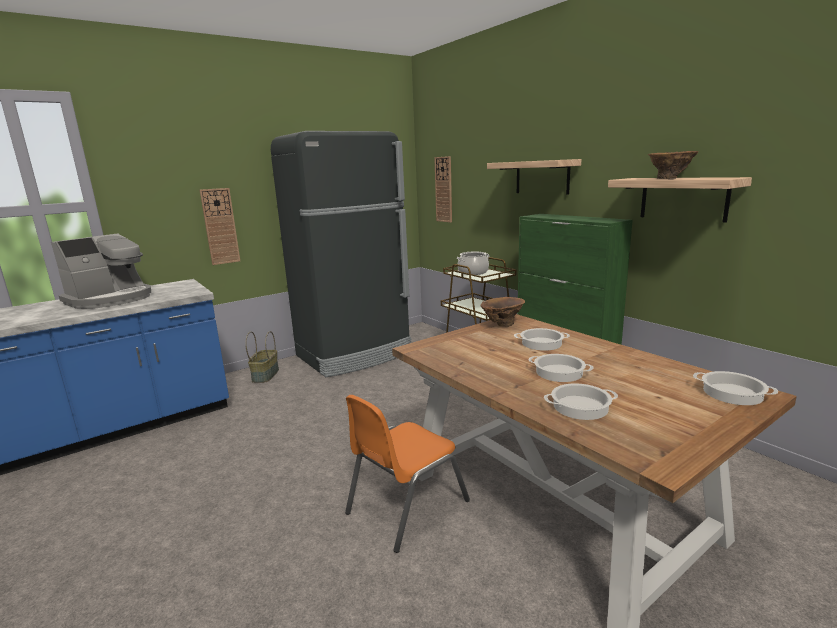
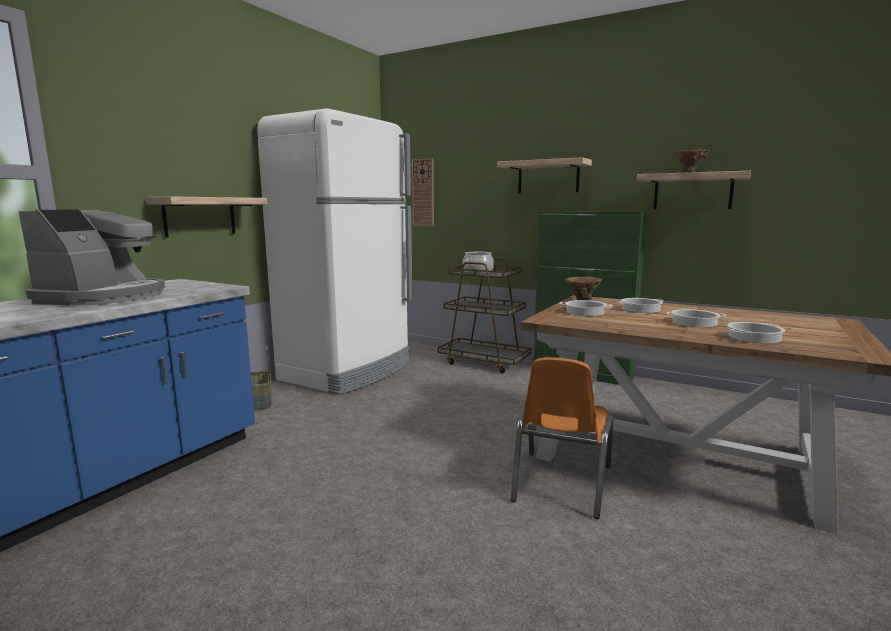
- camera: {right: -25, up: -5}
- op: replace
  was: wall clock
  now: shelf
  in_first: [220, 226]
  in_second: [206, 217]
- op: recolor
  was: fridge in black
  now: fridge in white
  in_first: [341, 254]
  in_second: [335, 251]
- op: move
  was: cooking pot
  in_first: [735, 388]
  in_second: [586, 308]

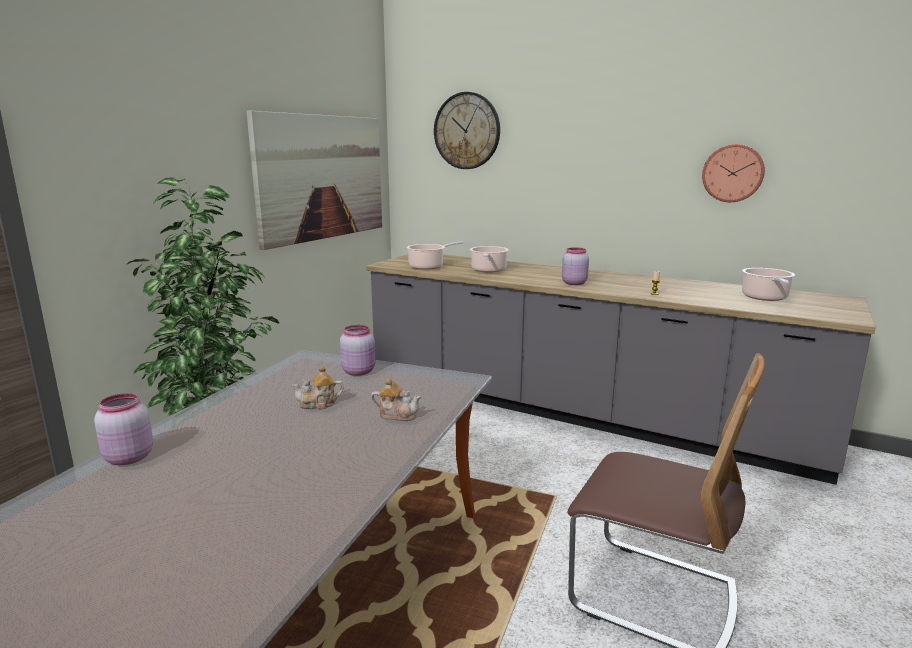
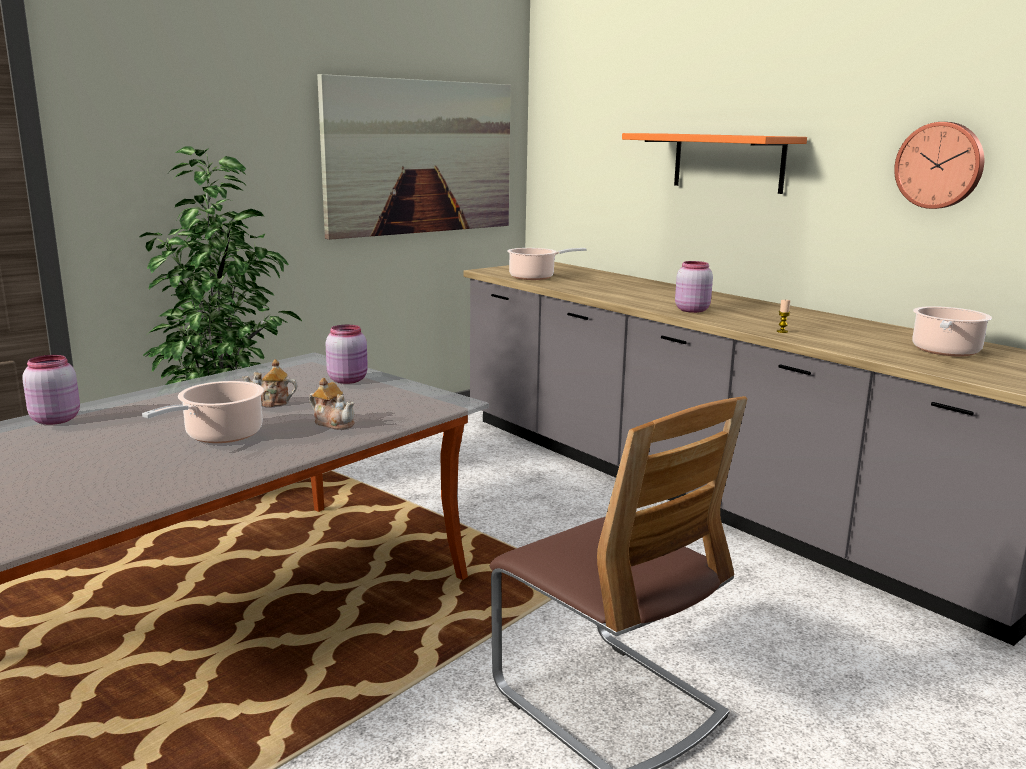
- camera: {right: 20, up: 0}
- op: move
  was: cooking pot
  in_first: [489, 259]
  in_second: [203, 412]
- op: insert
  now: shelf in orange
  in_second: [714, 163]
- op: delete
  was: wall clock
  in_first: [467, 130]

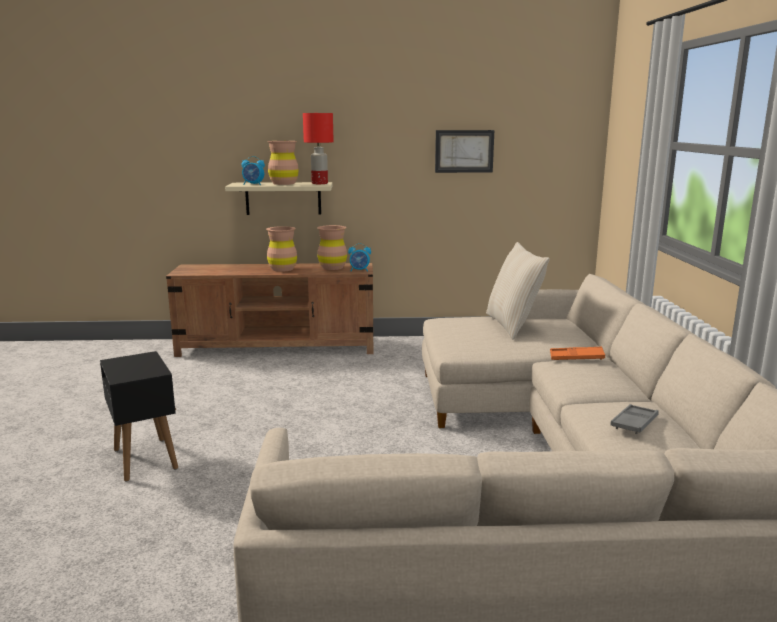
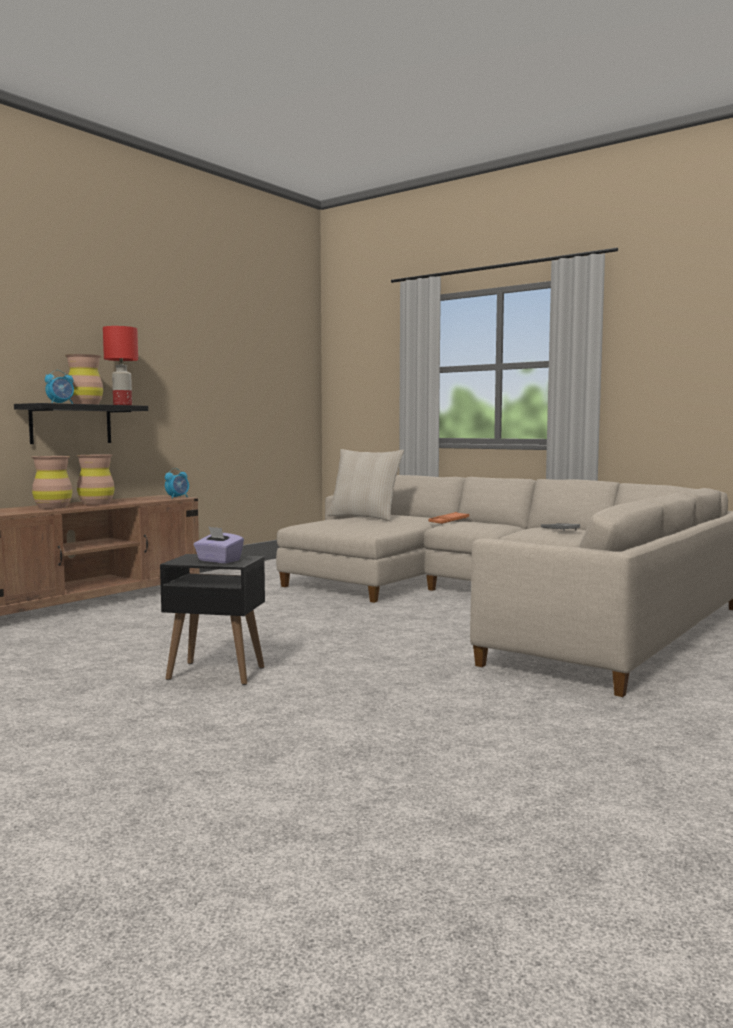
- camera: {right: -50, up: -10}
- op: recolor
  was: shelf in beige
  now: shelf in black
  in_first: [279, 198]
  in_second: [81, 423]
- op: move
  was: vase in brown
  in_first: [332, 247]
  in_second: [52, 482]
- op: insert
  now: tissue box in purple
  in_second: [219, 544]
- op: delete
  was: picture
  in_first: [464, 151]

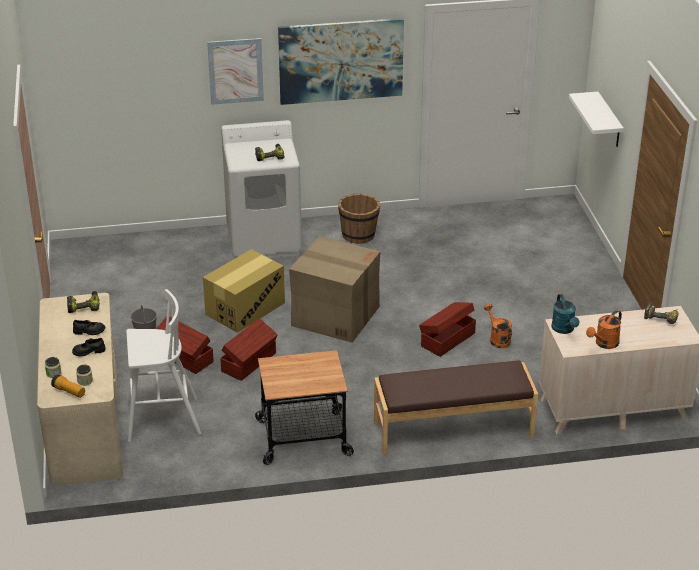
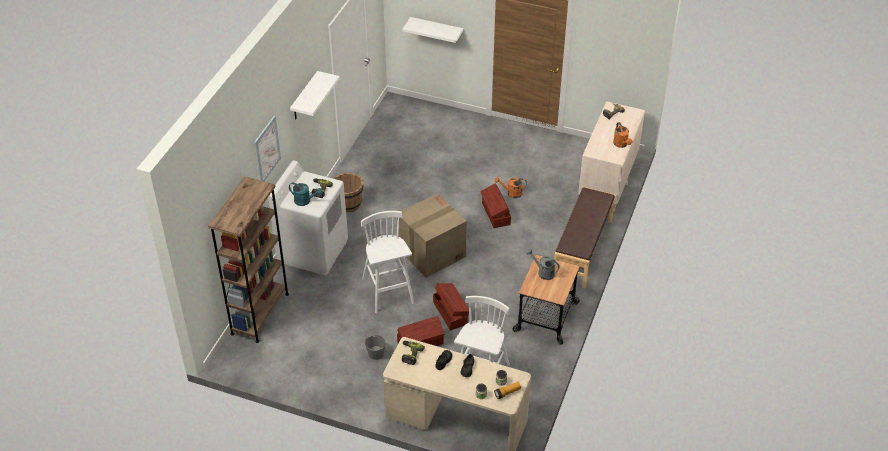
- camera: {right: -60, up: 10}
- op: insert
  now: bookcase in brown
  in_second: [248, 260]
- op: move
  was: watering can in turquoise
  in_first: [565, 314]
  in_second: [306, 194]
- op: replace
  was: picture
  now: shelf in white
  in_first: [341, 61]
  in_second: [315, 95]
- op: replace
  was: cardboard box
  now: stool in white
  in_first: [244, 291]
  in_second: [387, 262]
- op: insert
  now: watering can in grey
  in_second: [542, 264]

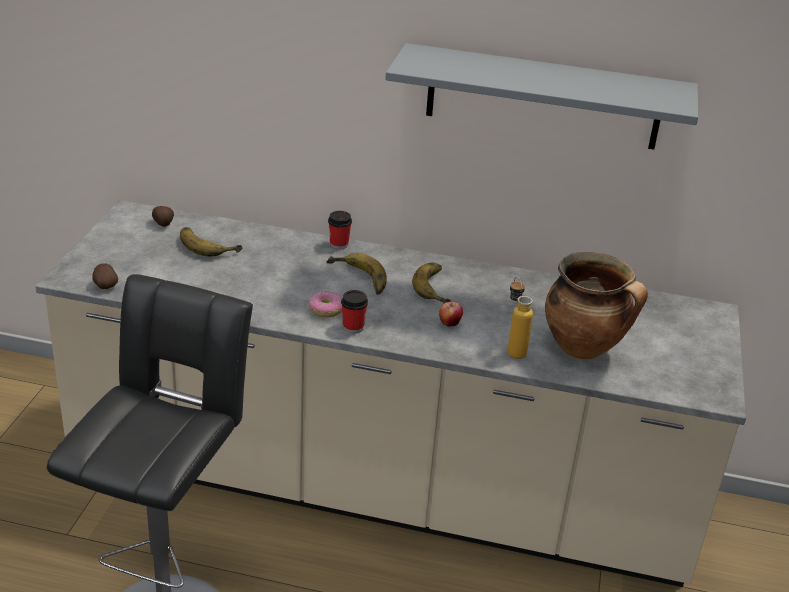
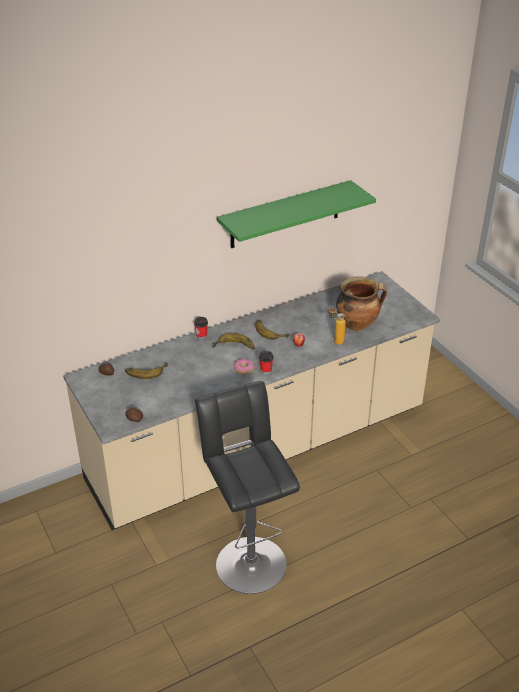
- camera: {right: -40, up: 5}
- op: recolor
  was: shelf in grey
  now: shelf in green
  in_first: [541, 96]
  in_second: [296, 214]

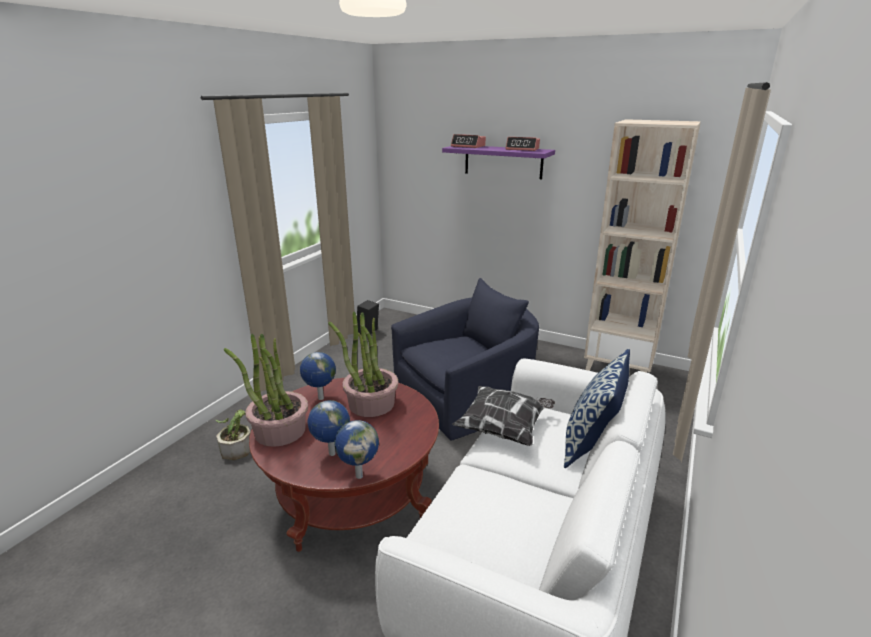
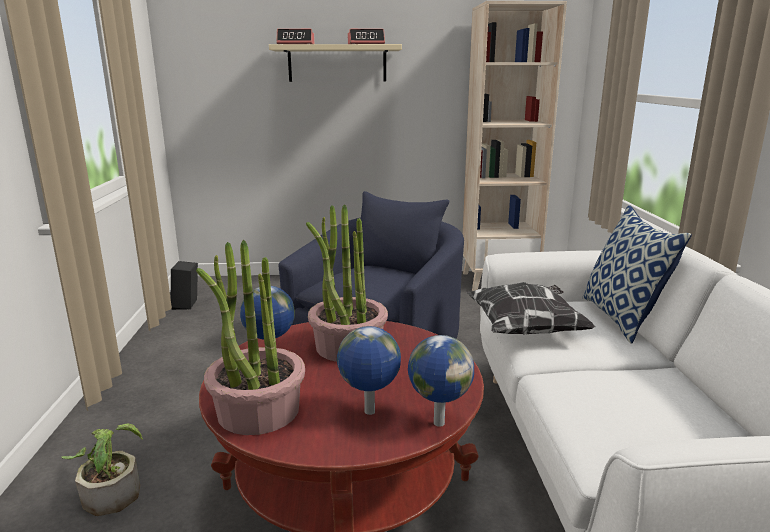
- camera: {right: -30, up: -5}
- op: recolor
  was: shelf in purple
  now: shelf in beige
  in_first: [498, 162]
  in_second: [335, 63]

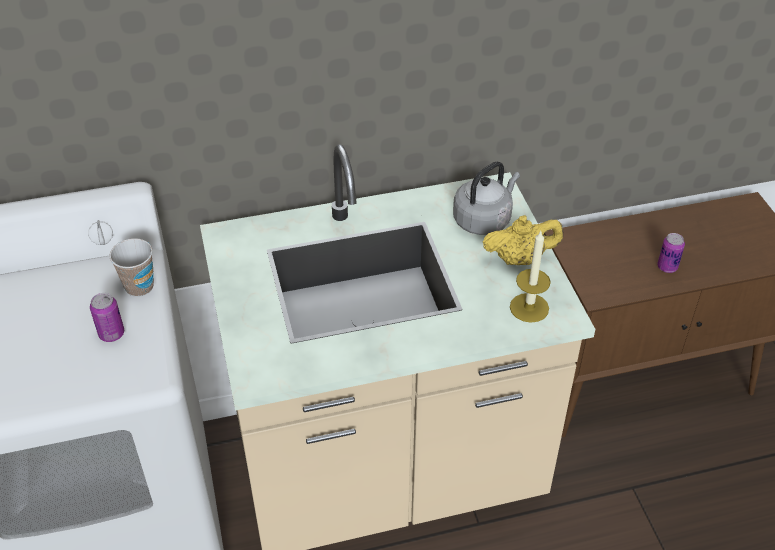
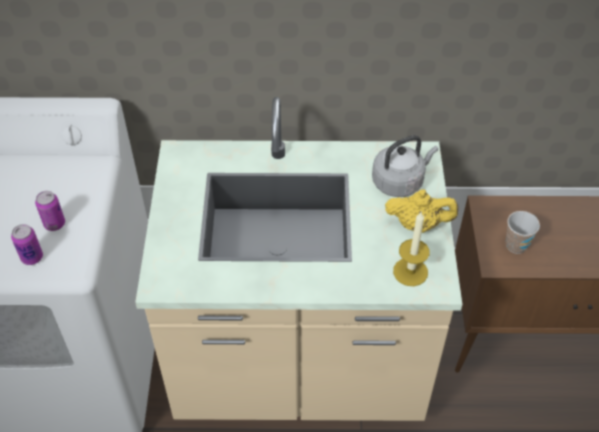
- camera: {right: 15, up: 5}
- op: move
  was: can
  in_first: [671, 253]
  in_second: [27, 244]
- op: move
  was: cup
  in_first: [131, 267]
  in_second: [523, 232]

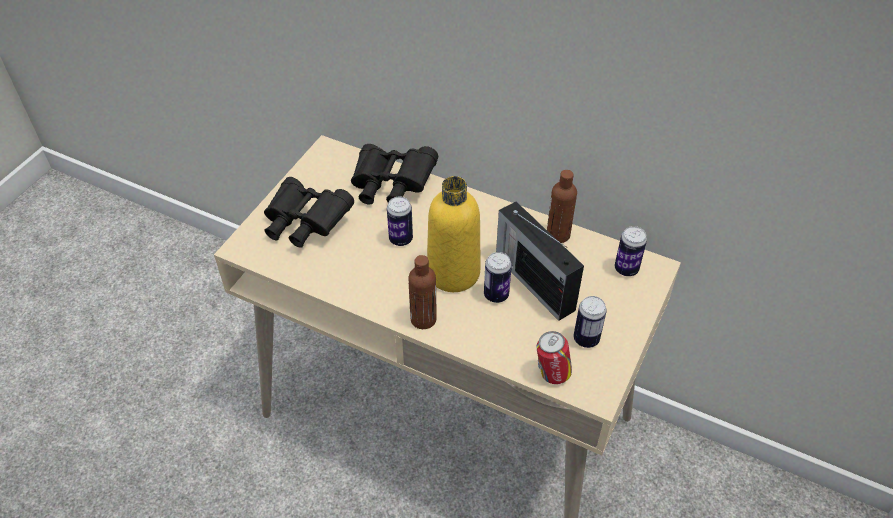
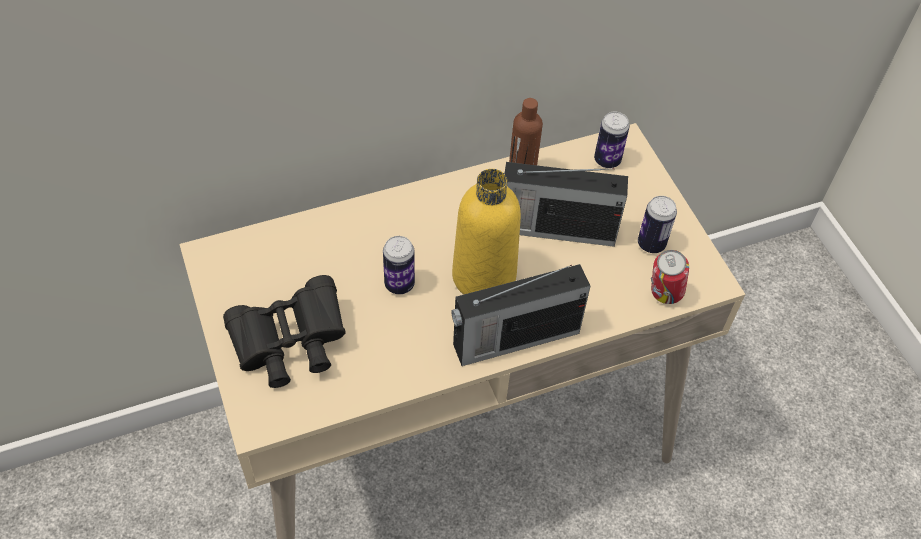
- camera: {right: -50, up: 5}
- op: replace
  was: bottle in brown
  now: radio
  in_first: [422, 292]
  in_second: [520, 315]
- op: delete
  was: binoculars in black
  in_first: [394, 174]
- op: delete
  was: can
  in_first: [498, 277]

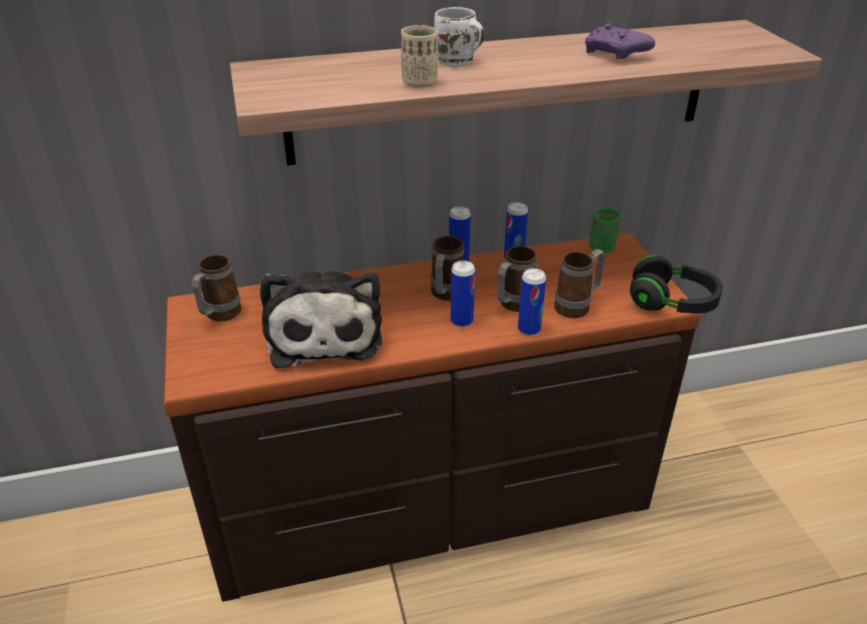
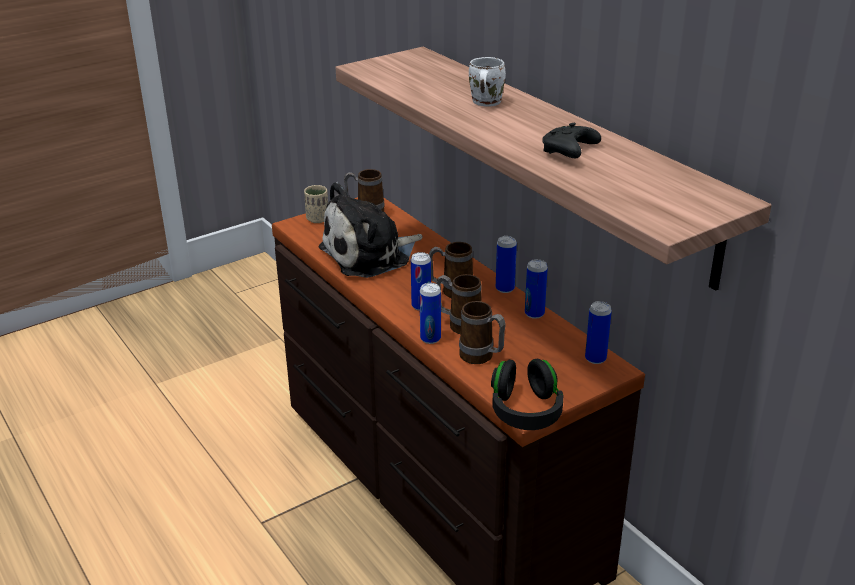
- camera: {right: 70, up: -5}
- op: move
  was: cup in beige
  in_first: [419, 56]
  in_second: [316, 204]
- op: recolor
  was: game controller in purple
  now: game controller in black
  in_first: [620, 41]
  in_second: [571, 140]
- op: replace
  was: cup in green
  now: can
  in_first: [605, 230]
  in_second: [598, 332]

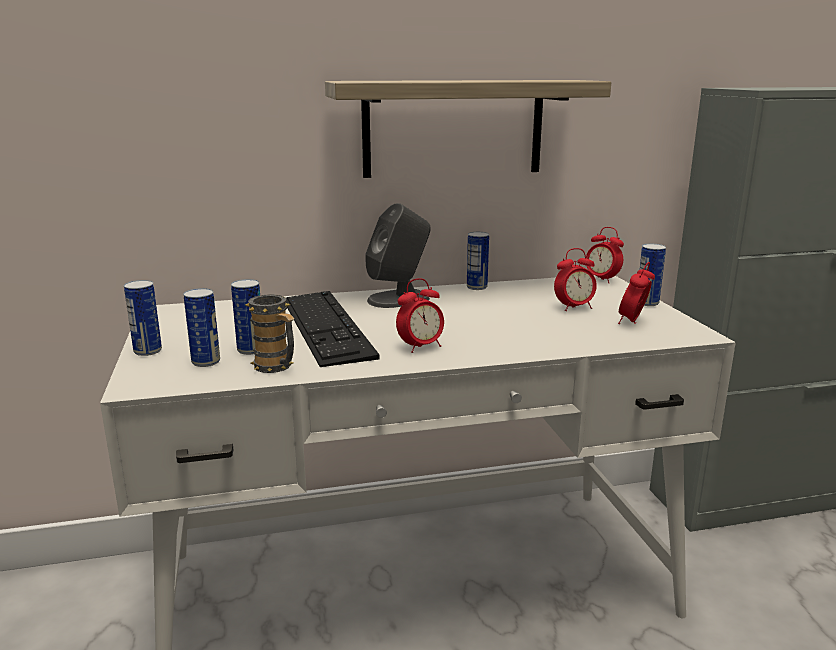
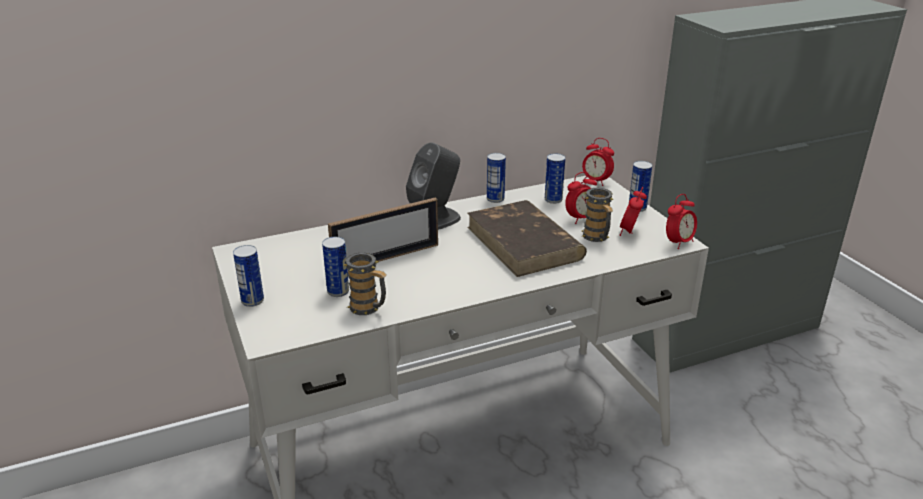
- camera: {right: -10, up: 10}
- op: replace
  was: keyboard
  now: picture frame
  in_first: [333, 329]
  in_second: [383, 230]
- op: insert
  now: book in brown
  in_second: [527, 238]
- op: move
  was: can
  in_first: [201, 327]
  in_second: [555, 178]
- op: insert
  now: mug
  in_second: [598, 215]
- op: move
  was: alarm clock
  in_first: [420, 315]
  in_second: [681, 221]
- op: delete
  was: shelf
  in_first: [468, 129]

